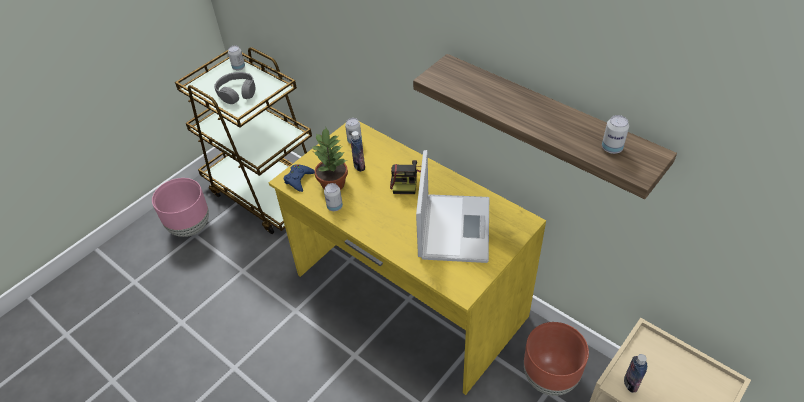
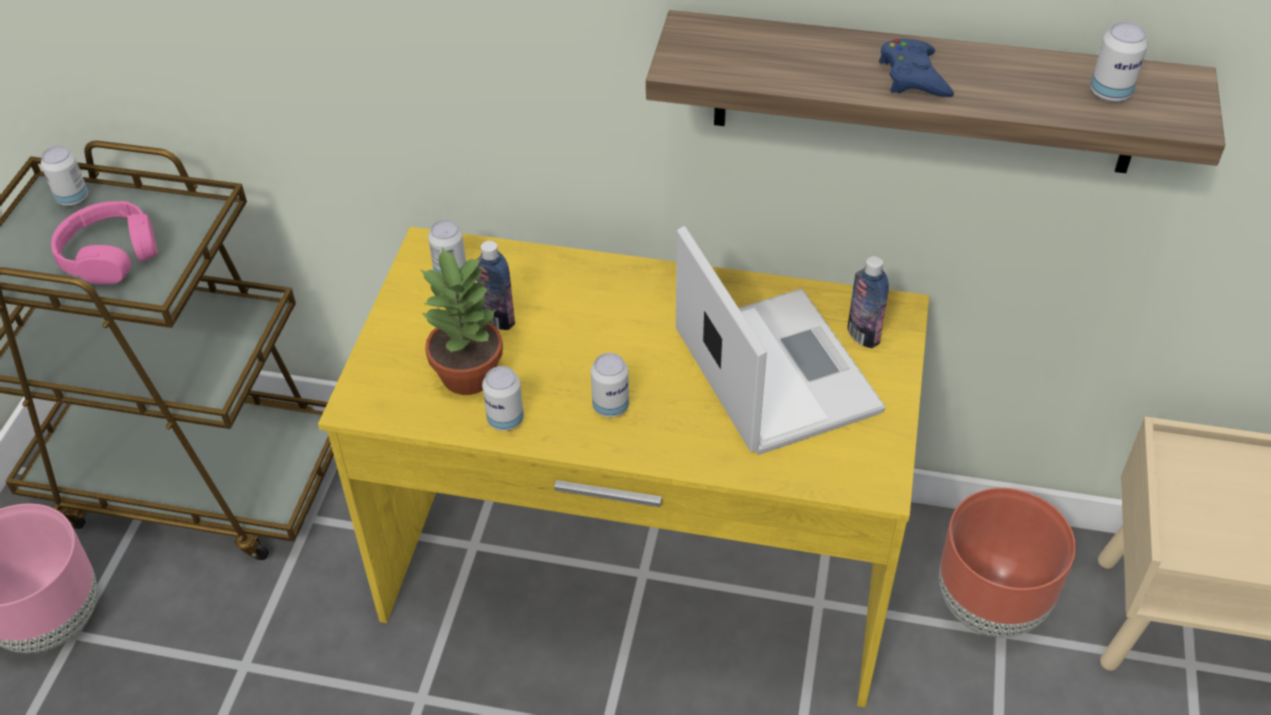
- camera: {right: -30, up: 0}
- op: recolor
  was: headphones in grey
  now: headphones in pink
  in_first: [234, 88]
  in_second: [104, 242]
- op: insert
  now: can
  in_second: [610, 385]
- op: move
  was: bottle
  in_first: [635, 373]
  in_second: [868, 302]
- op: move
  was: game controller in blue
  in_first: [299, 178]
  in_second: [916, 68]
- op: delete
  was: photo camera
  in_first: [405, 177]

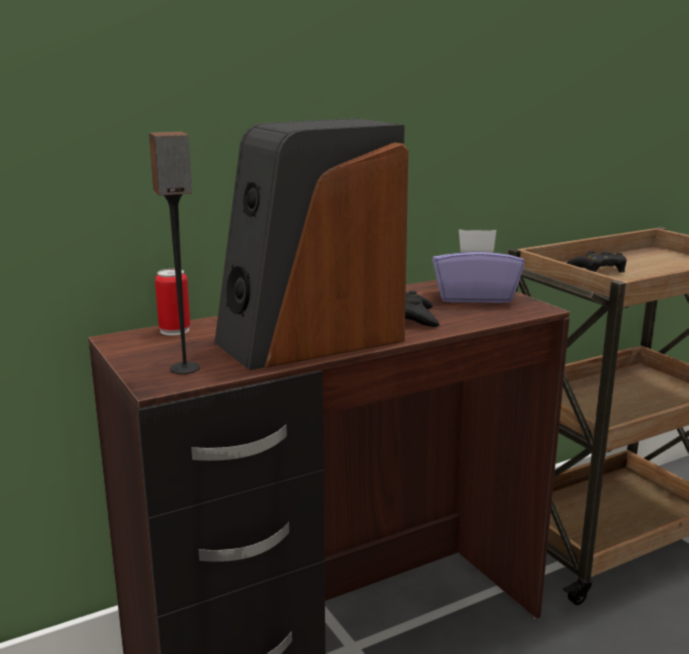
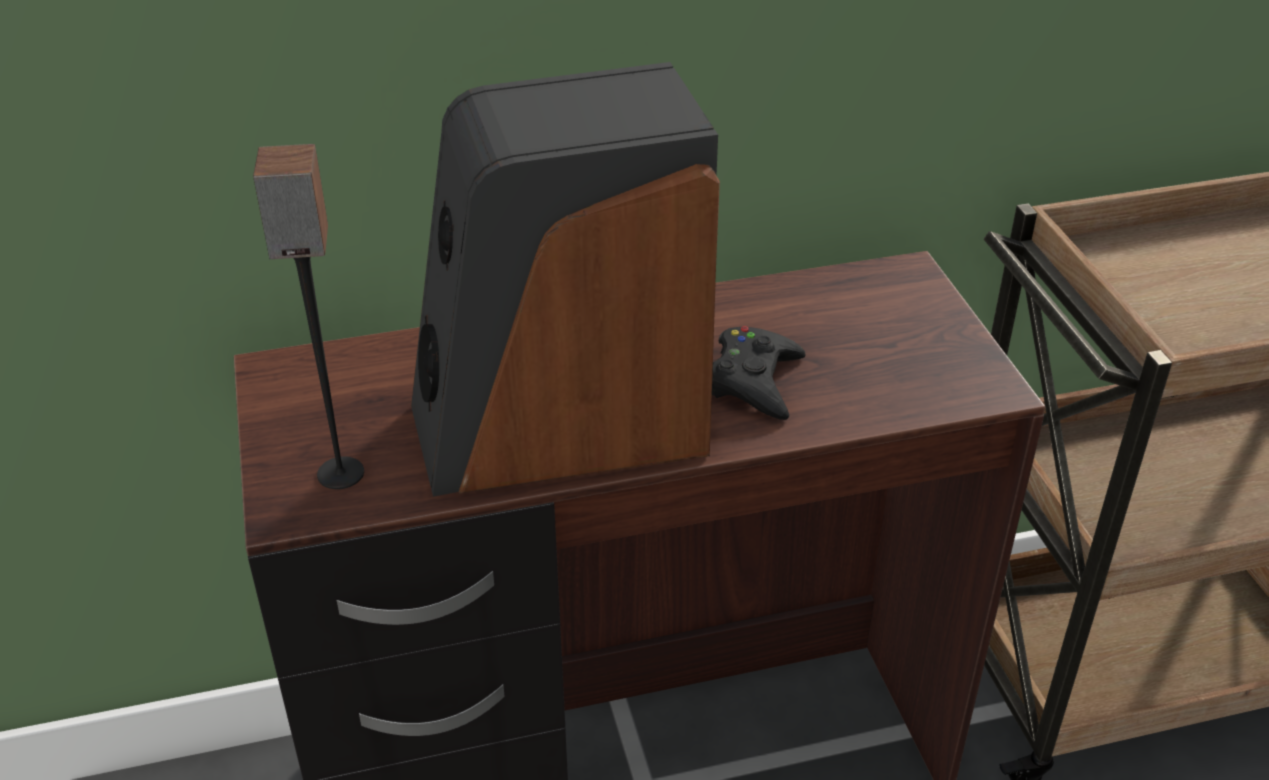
- camera: {right: 15, up: 20}
- op: delete
  was: can
  in_first: [172, 302]
- op: delete
  was: tissue box in purple
  in_first: [478, 266]
- op: delete
  was: game controller in black
  in_first: [596, 262]

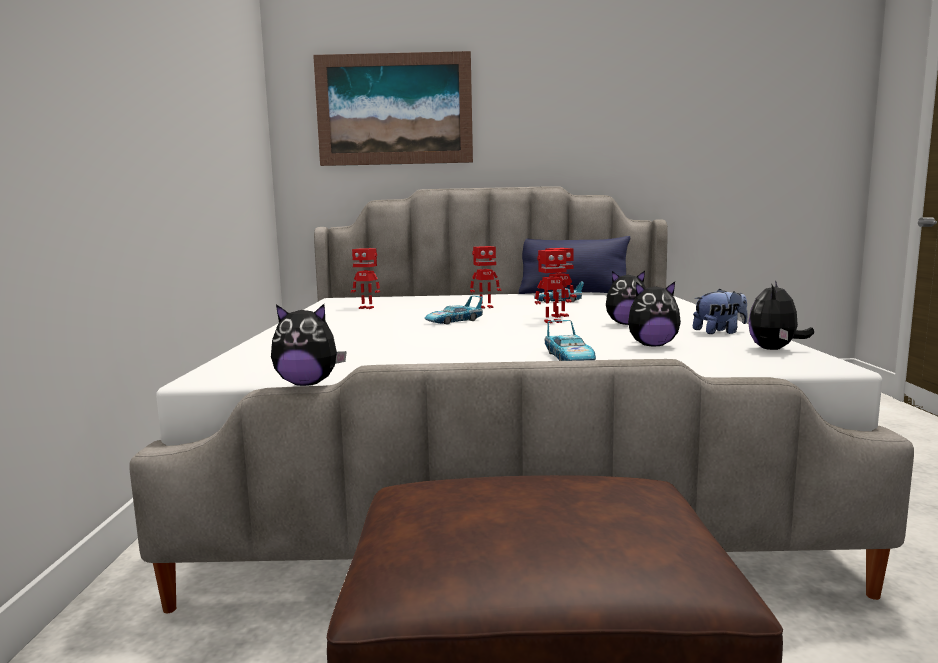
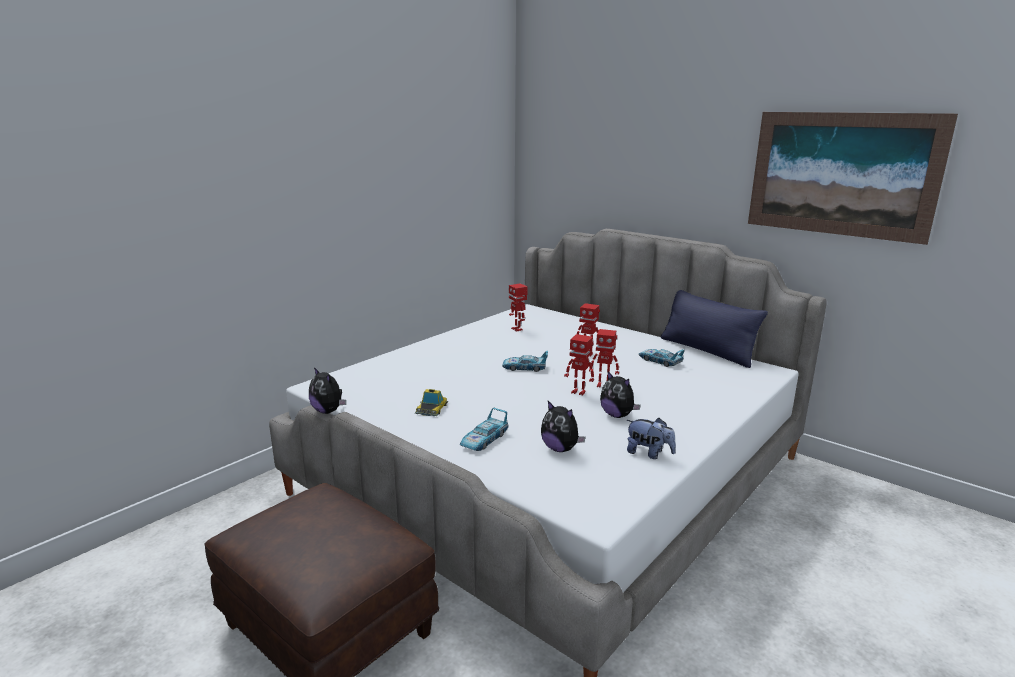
- camera: {right: 40, up: 10}
- op: insert
  now: toy car
  in_second: [431, 402]
- op: move
  was: picture
  in_first: [393, 108]
  in_second: [853, 178]
- op: delete
  was: plush toy
  in_first: [781, 315]

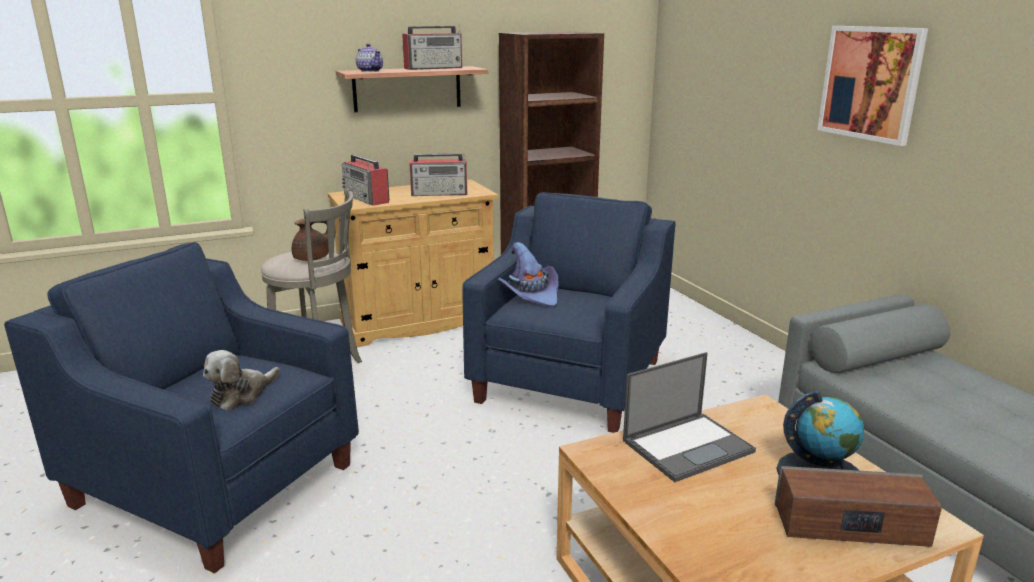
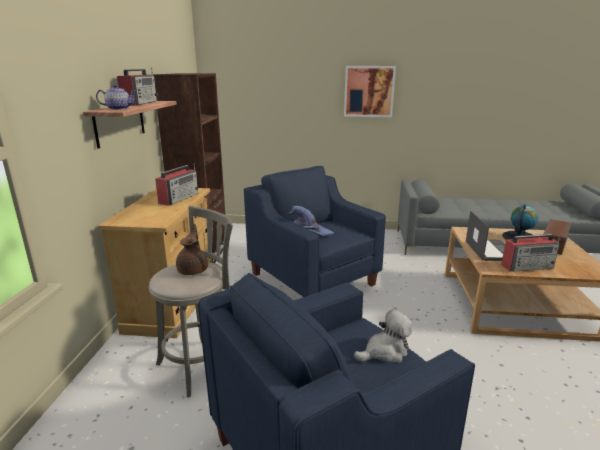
- camera: {right: -60, up: 0}
- op: rotate
  was: plush toy
  in_first: [241, 380]
  in_second: [383, 336]
  clockwise: -90
- op: move
  was: radio
  in_first: [366, 180]
  in_second: [530, 253]

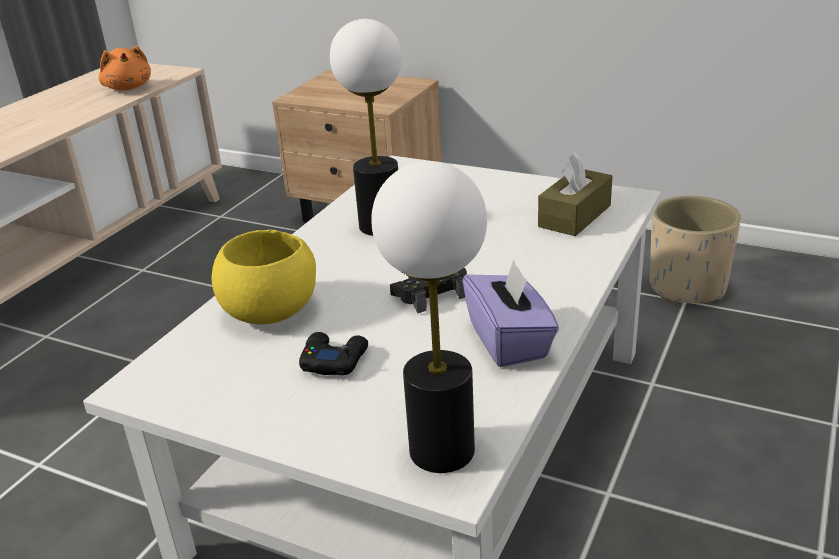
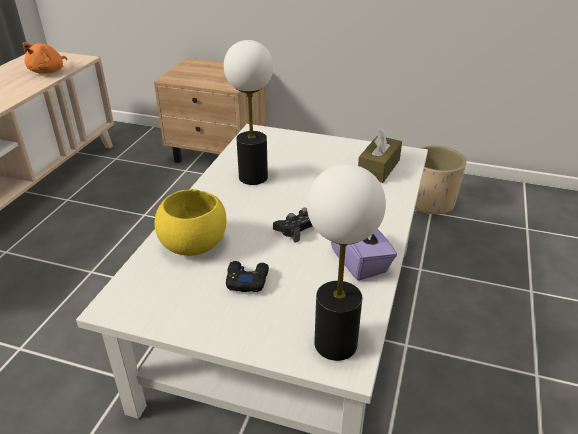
- camera: {right: -10, up: 5}
- op: rotate
  was: plush toy in orange
  in_first: [125, 68]
  in_second: [45, 58]
  clockwise: 60

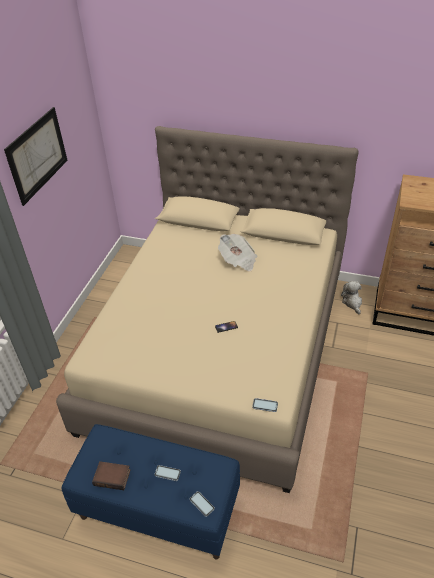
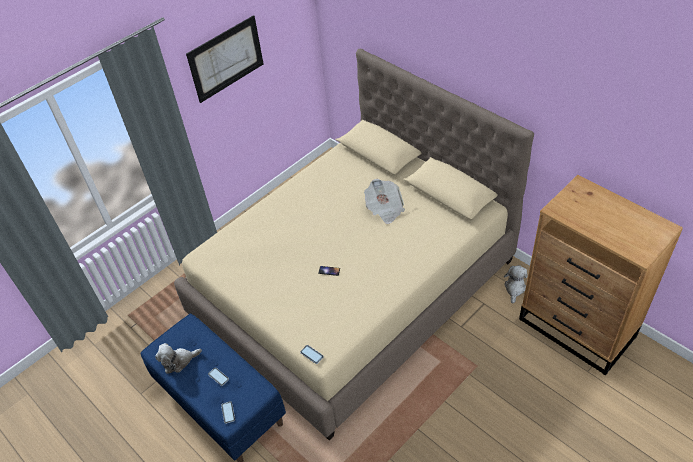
- camera: {right: 30, up: 5}
- op: replace
  was: book
  now: plush toy
  in_first: [111, 475]
  in_second: [178, 358]

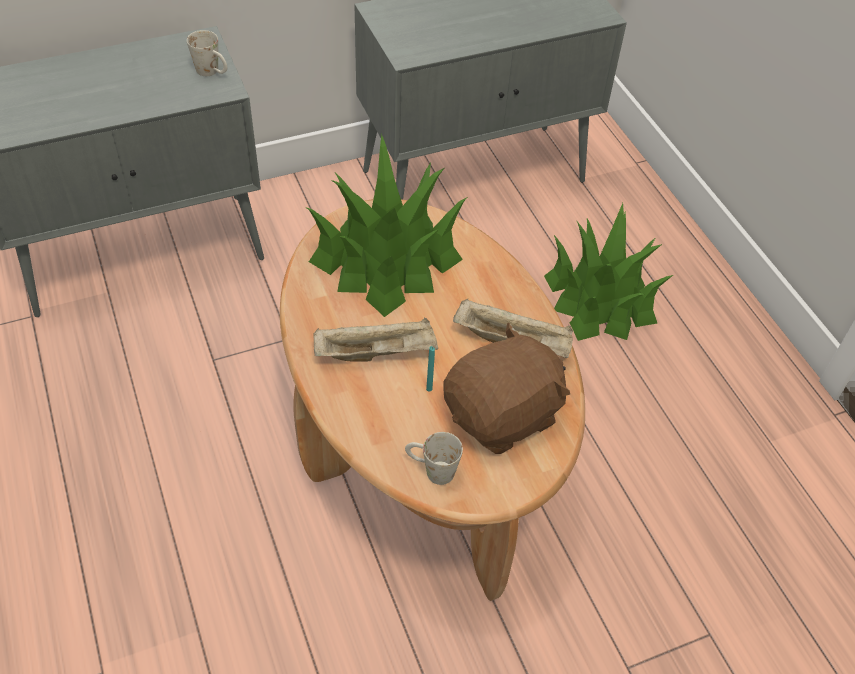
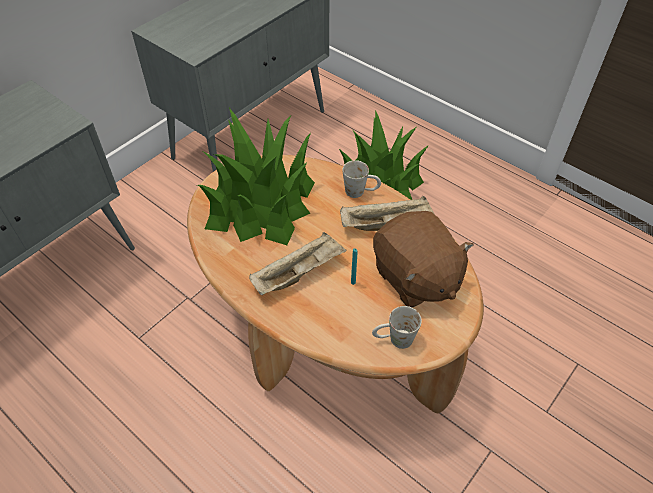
- camera: {right: -25, up: 0}
- op: move
  was: mug in white
  in_first: [207, 53]
  in_second: [361, 179]
- op: rotate
  was: plush toy in brown
  in_first: [506, 388]
  in_second: [423, 259]
  clockwise: 120

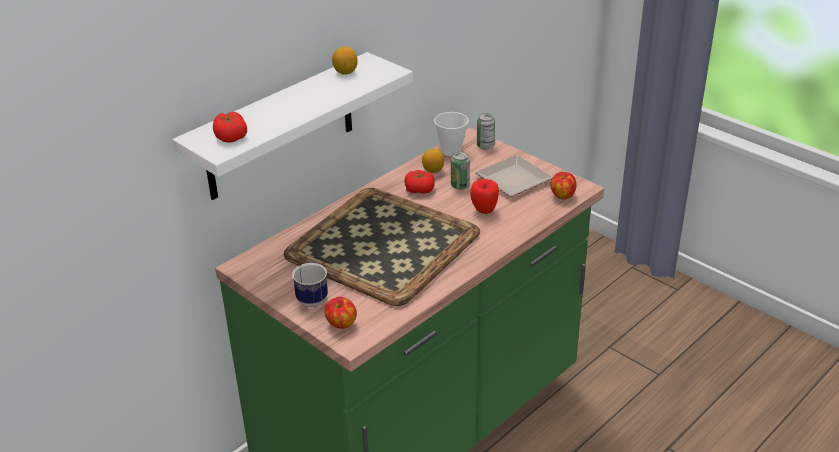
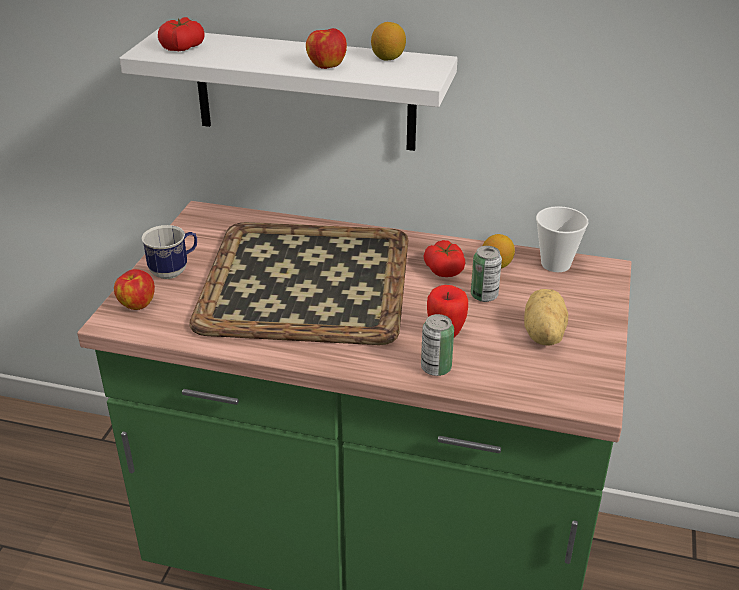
- camera: {right: 60, up: 0}
- op: move
  was: apple
  in_first: [563, 186]
  in_second: [326, 48]
- op: move
  was: can
  in_first: [486, 131]
  in_second: [437, 345]
- op: replace
  was: plate
  now: potato
  in_first: [514, 176]
  in_second: [546, 317]

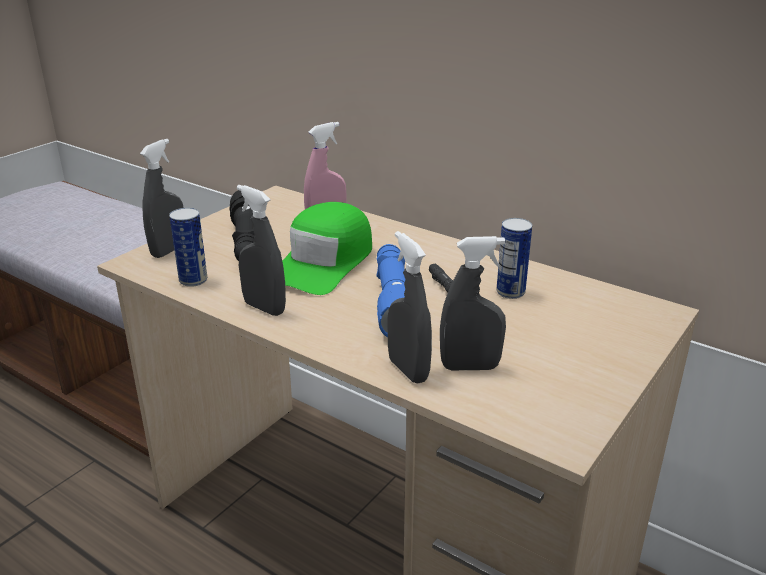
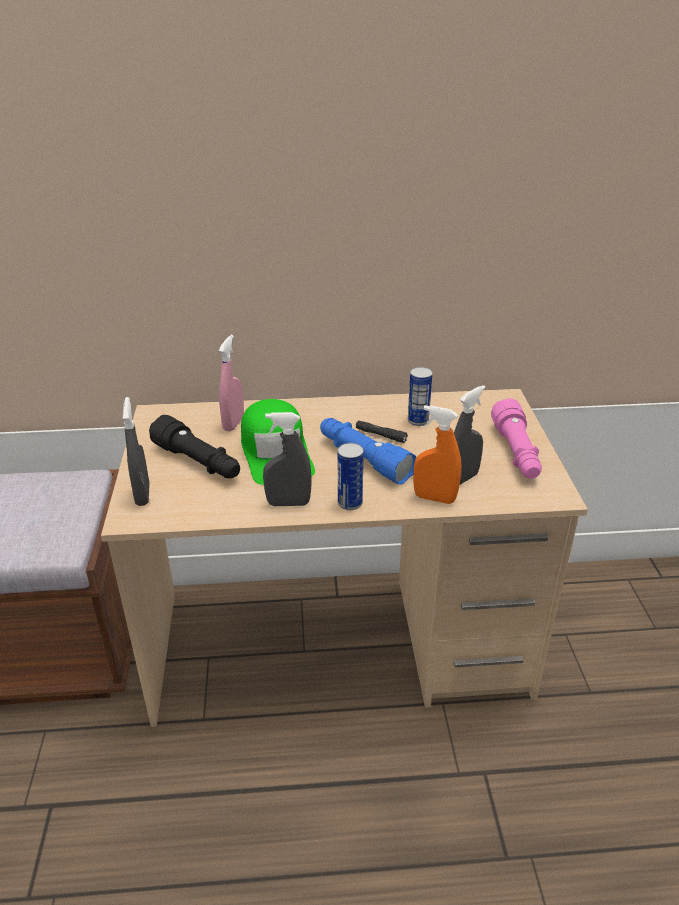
- camera: {right: -40, up: 5}
- op: move
  was: can
  in_first: [188, 247]
  in_second: [351, 476]
- op: recolor
  was: spray bottle in grey
  now: spray bottle in orange
  in_first: [409, 307]
  in_second: [437, 454]
- op: insert
  now: flashlight in pink
  in_second: [516, 438]

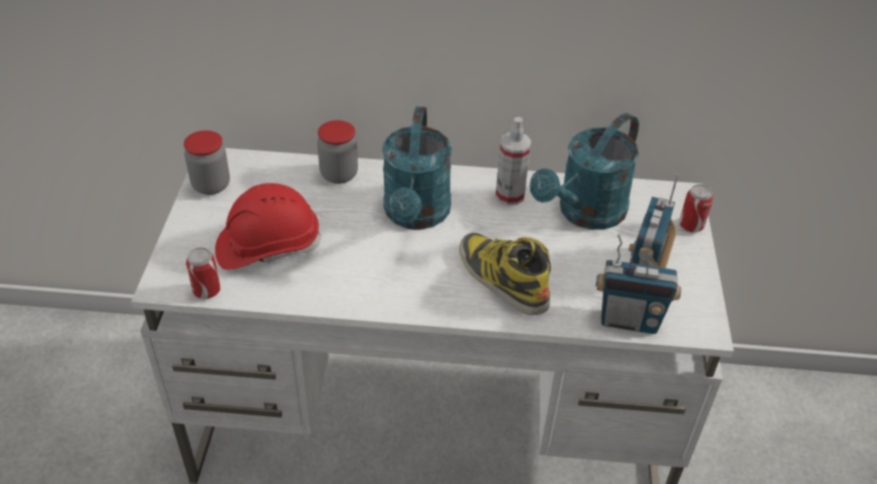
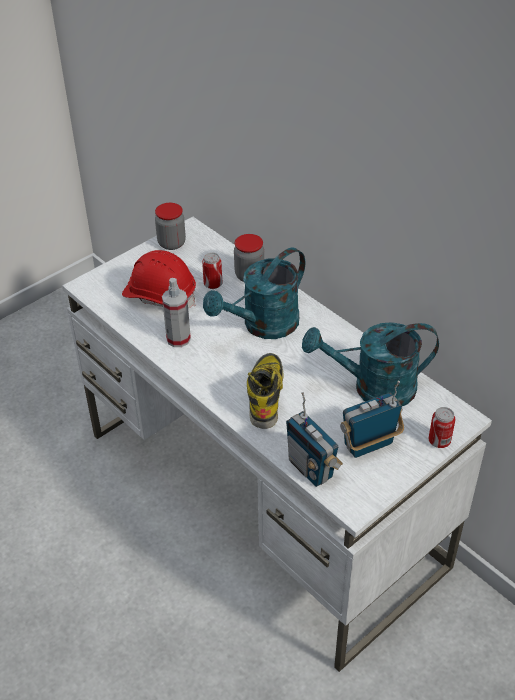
- camera: {right: 45, up: 0}
- op: move
  was: spray bottle
  in_first: [513, 161]
  in_second: [176, 312]
- op: move
  was: can
  in_first: [203, 273]
  in_second: [212, 270]

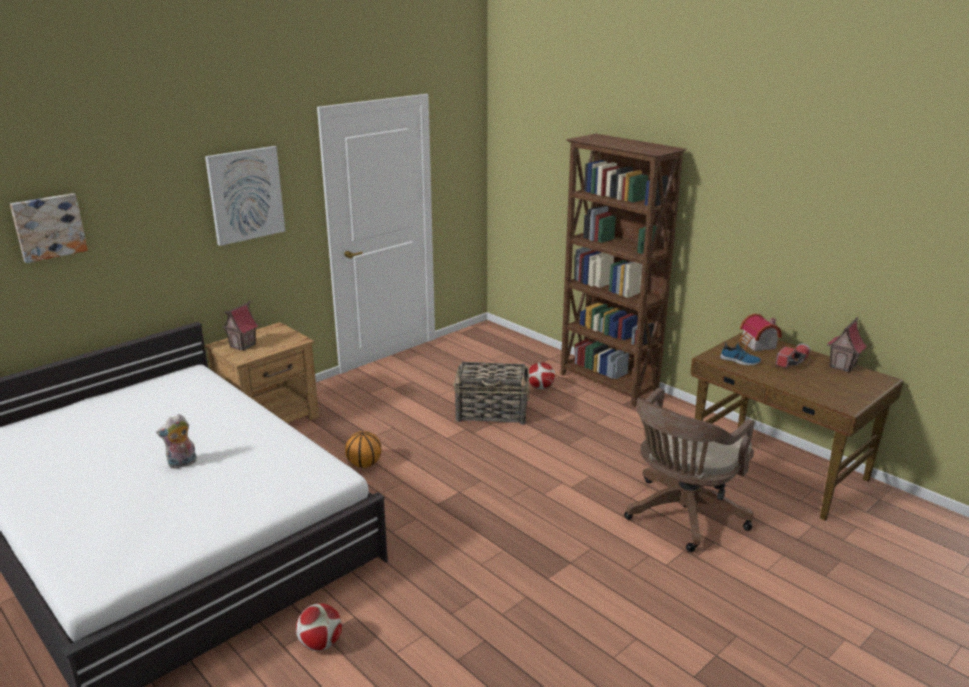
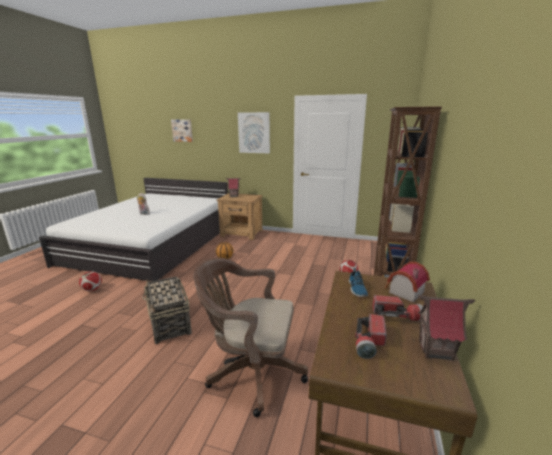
- camera: {right: 60, up: -5}
- op: move
  was: basket
  in_first: [491, 393]
  in_second: [167, 310]
- op: insert
  now: flashlight
  in_second: [371, 336]

